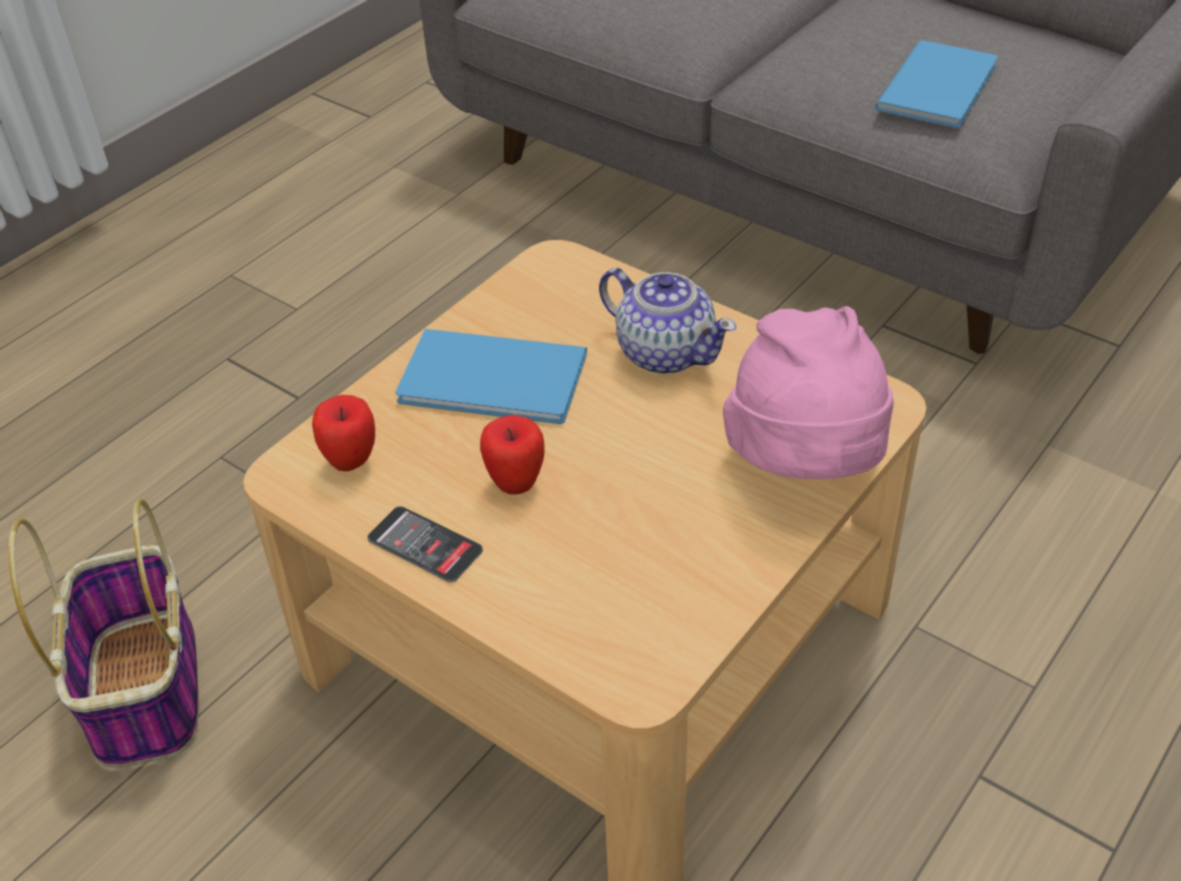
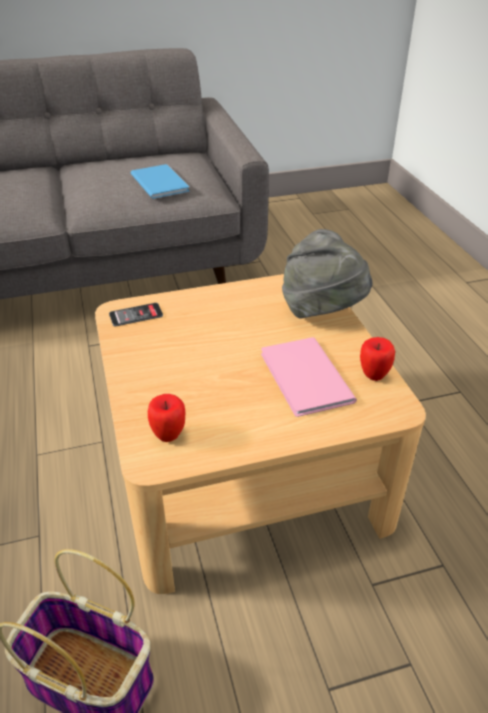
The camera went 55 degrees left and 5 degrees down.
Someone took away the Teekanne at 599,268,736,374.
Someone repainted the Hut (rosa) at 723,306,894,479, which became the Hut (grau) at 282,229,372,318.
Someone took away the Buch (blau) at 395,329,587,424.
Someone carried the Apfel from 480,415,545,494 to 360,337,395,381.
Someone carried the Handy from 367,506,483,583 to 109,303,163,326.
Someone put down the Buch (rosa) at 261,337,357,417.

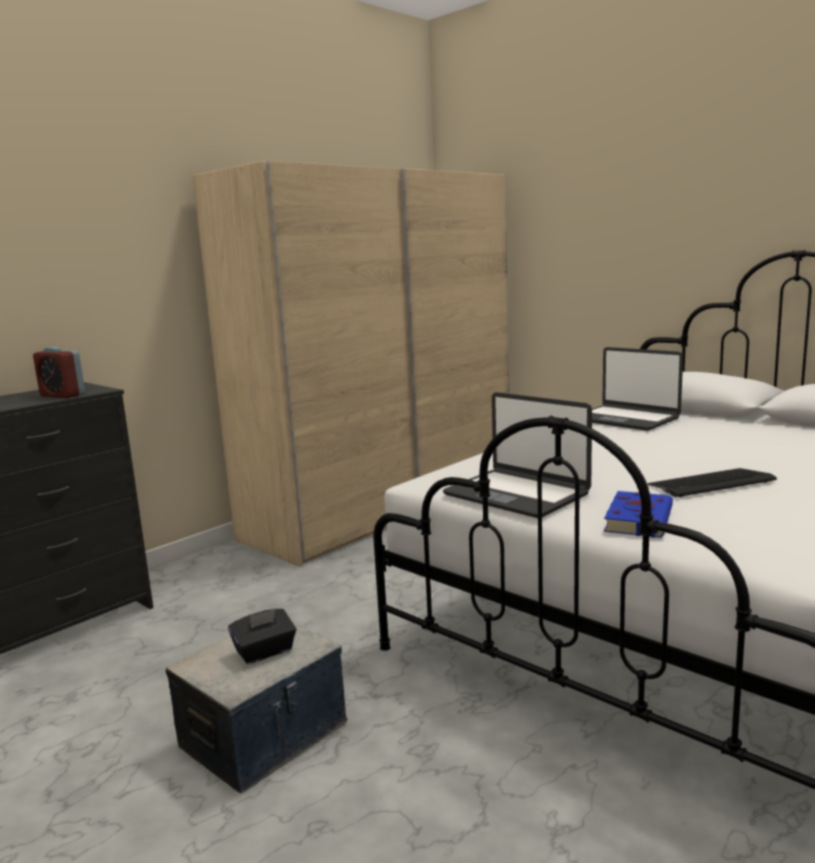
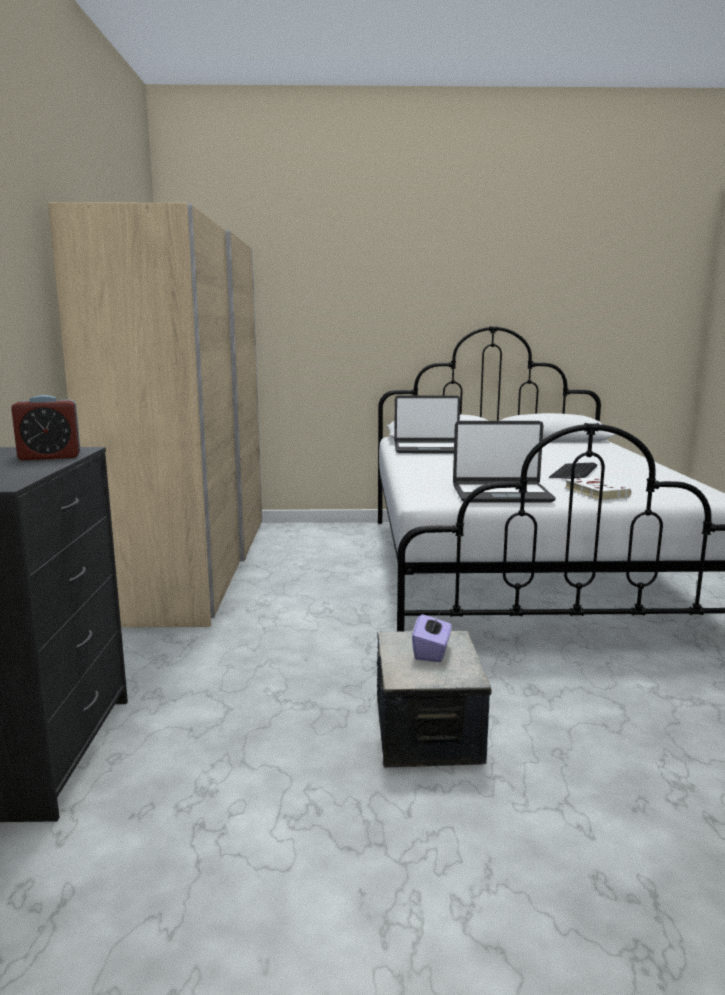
The camera went 45 degrees left and 0 degrees up.
Someone repainted the Buch (blau) at 604,491,673,538, which became the Buch (weiß) at 565,477,632,501.
Someone repainted the Taschentuchbox (schwarz) at 228,609,296,664, which became the Taschentuchbox (lila) at 412,611,452,662.

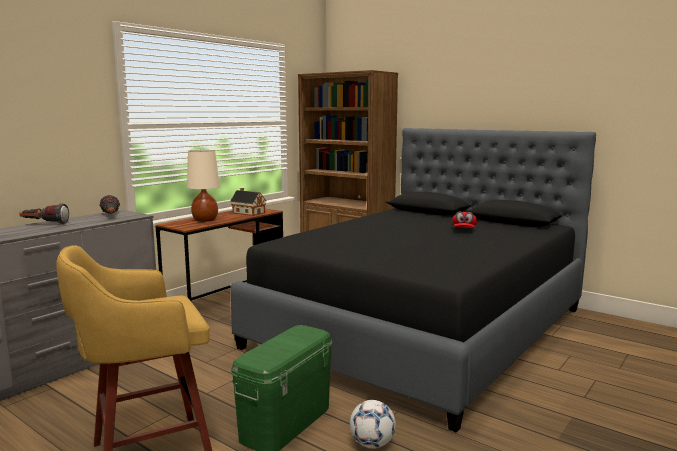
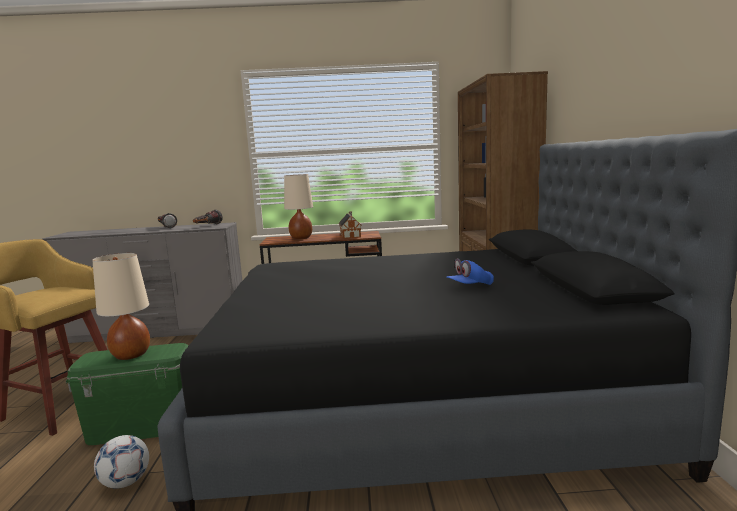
The camera went 50 degrees right and 0 degrees up.
Someone repainted the Kappe (rot) at 452,212,477,228, which became the Kappe (blau) at 446,258,494,285.
Someone put down the Tischlampe (beige) at 92,253,150,360.

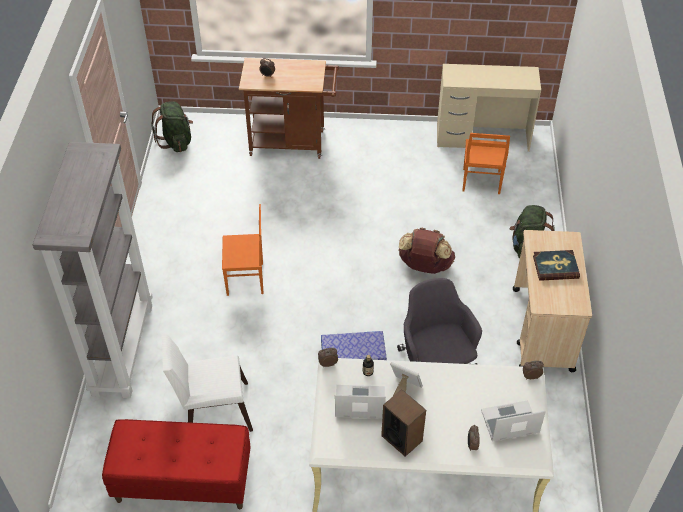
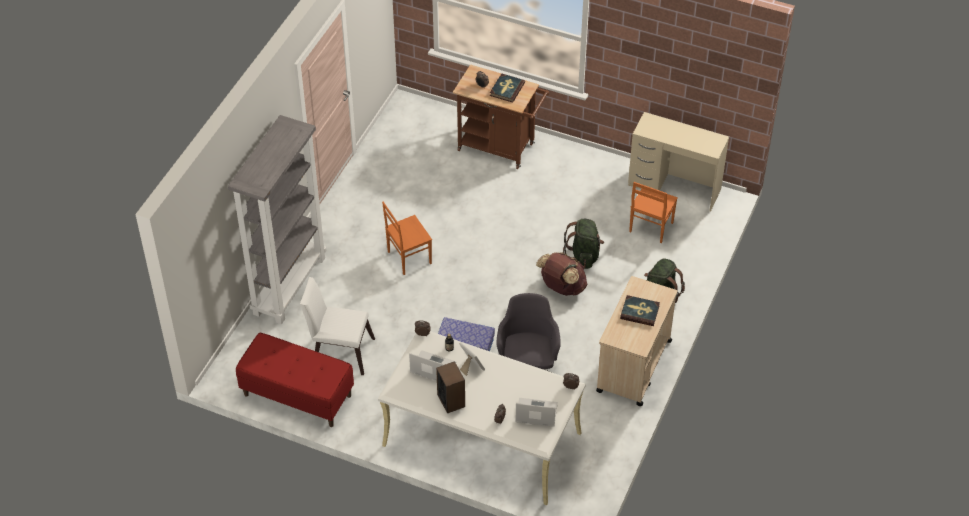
The camera went 20 degrees right and 0 degrees up.
Someone carried the Rucksack (grün) from 151,102,193,152 to 563,219,604,269.
Someone rotated the Stuhl (orange) at 222,204,264,296 by 135 degrees clockwise.
Someone put down the Buch at 490,73,525,103.

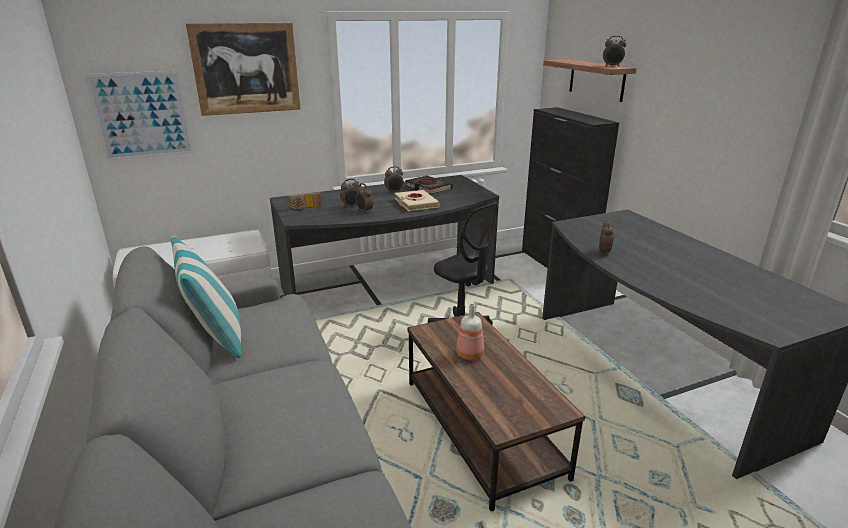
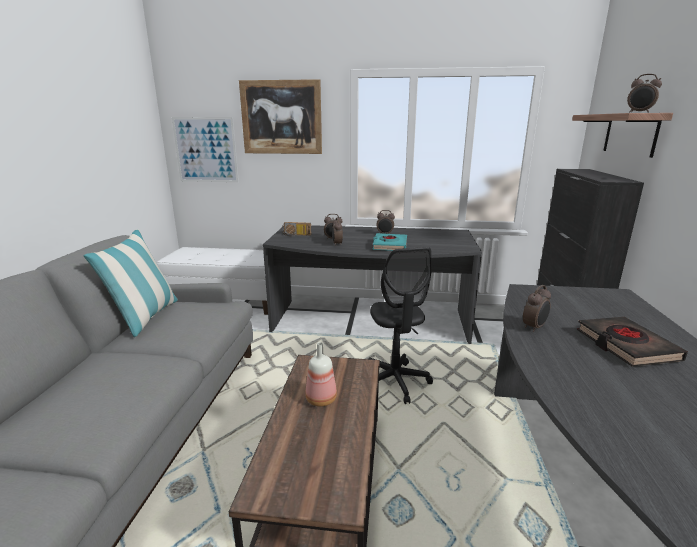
The camera went 30 degrees right and 5 degrees down.
Someone carried the Buch (schwarz) from 405,176,452,194 to 577,317,688,367.
Someone repainted the Buch (beige) at 395,190,440,211, which became the Buch (türkis) at 373,233,407,251.

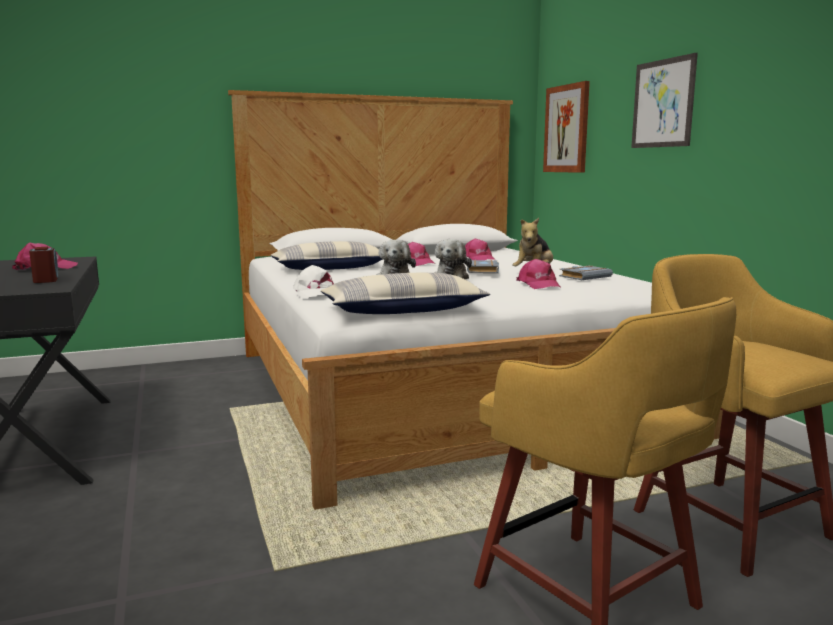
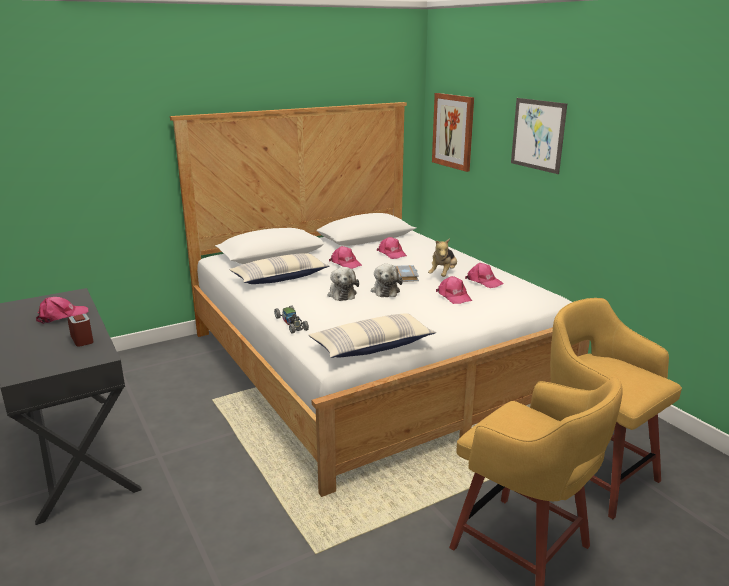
The camera went 10 degrees left and 10 degrees up.
Someone swapped the Kappe (weiß) at 293,265,334,298 for the Spielzeugauto at 274,306,309,334.
Someone swapped the Buch (grau) at 559,265,613,280 for the Kappe (rosa) at 465,263,504,288.

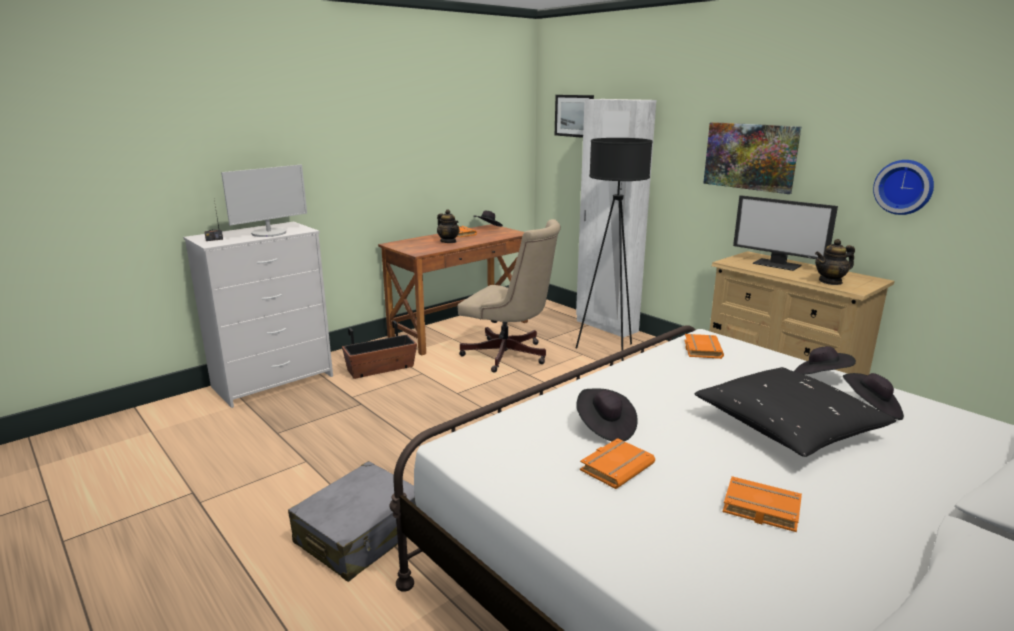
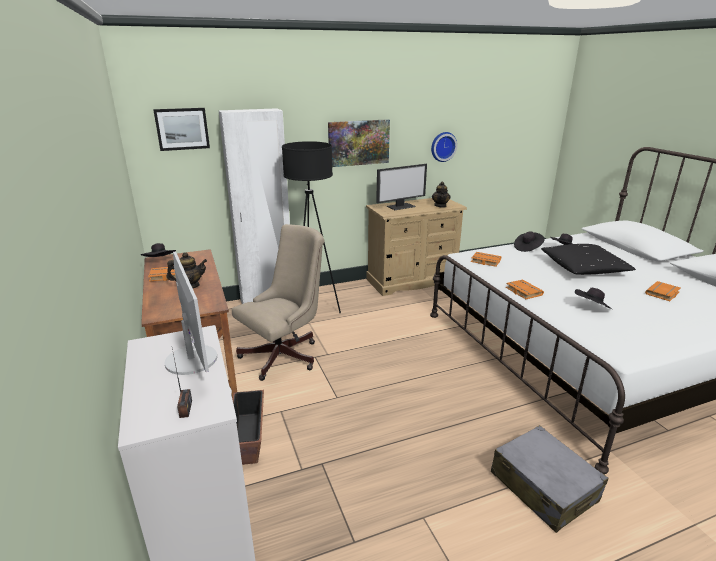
The camera went 70 degrees left and 5 degrees up.
Someone carried the Buch (orange) from 580,438,655,489 to 506,279,544,299.

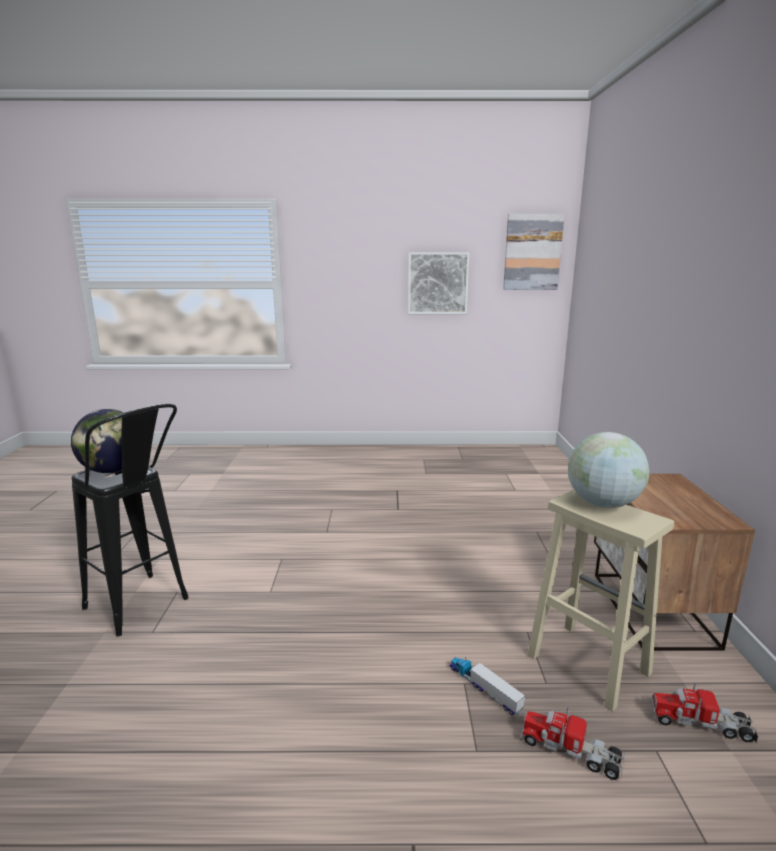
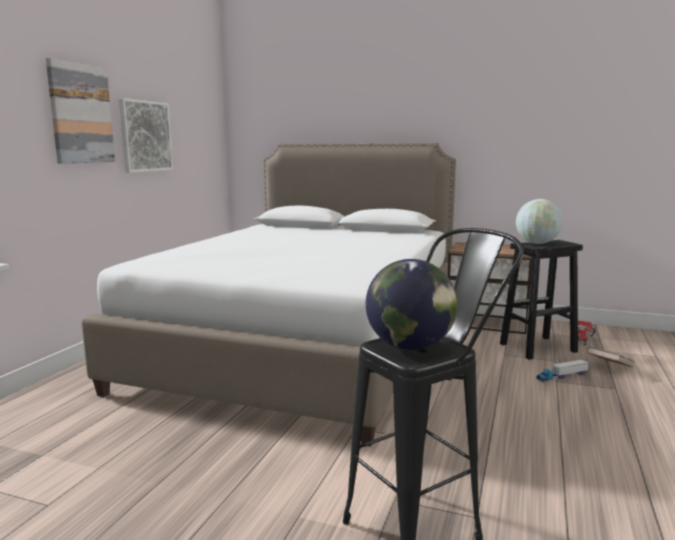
The camera went 70 degrees left and 5 degrees down.
Someone carried the Bild from 503,214,565,290 to 46,57,115,164.
Someone repainted the Hocker (beige) at 527,490,674,712, which became the Hocker (schwarz) at 500,240,583,360.
Someone swapped the Spielzeuglaster at 521,707,625,780 for the Buch (braun) at 587,347,635,367.
Someone put down the Bett (weiß) at 81,143,456,447.

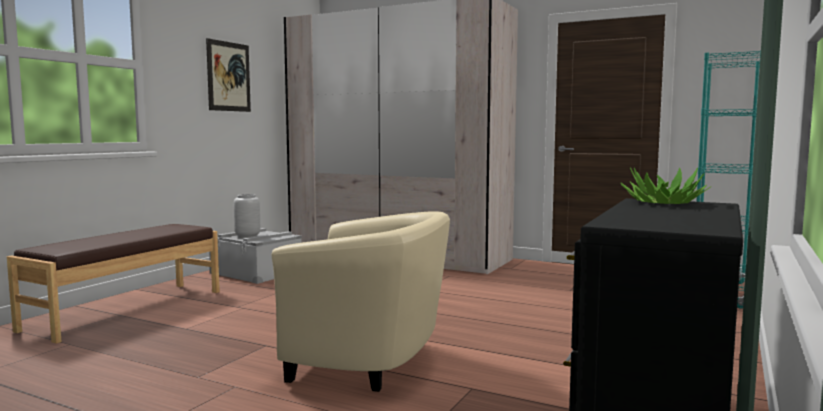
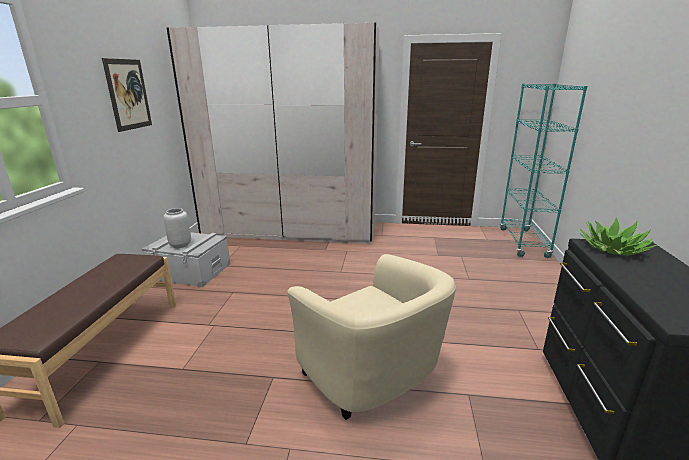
The camera went 20 degrees left and 15 degrees up.
Someone rotated the Sessel (beige) at 272,211,450,392 by 60 degrees clockwise.

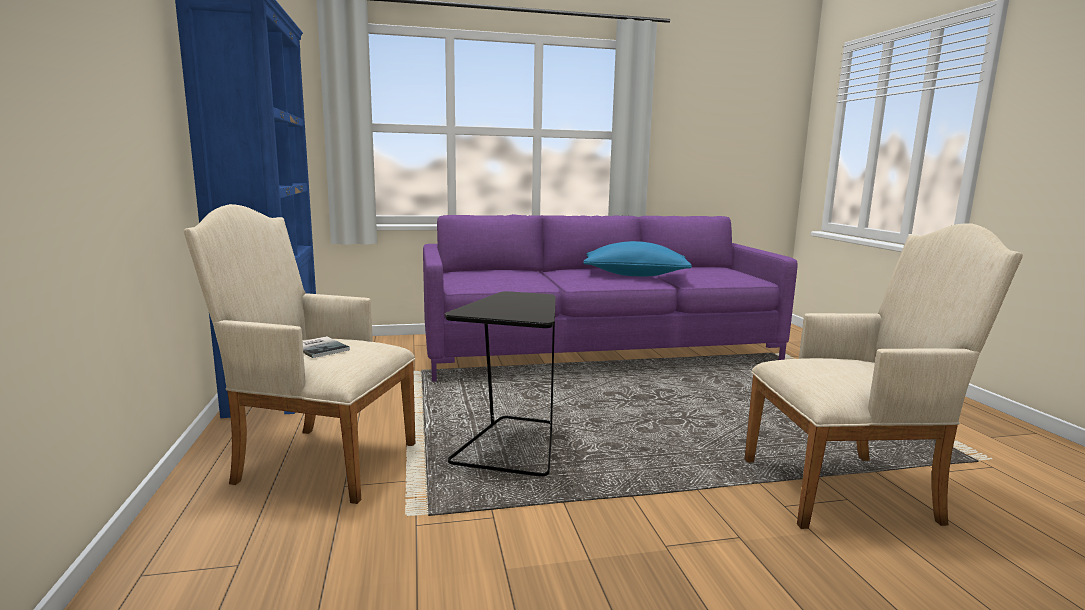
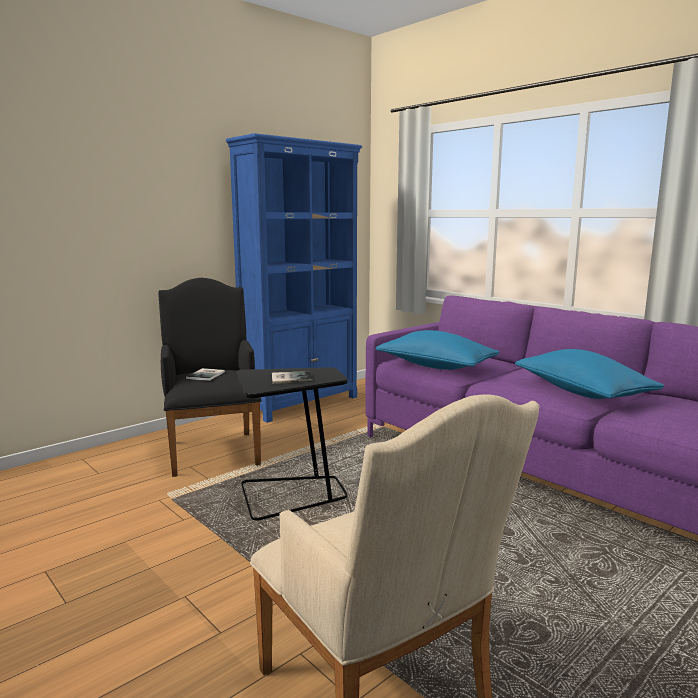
The camera went 60 degrees right and 0 degrees up.
Someone repainted the Sessel (beige) at 184,204,415,504, which became the Sessel (schwarz) at 158,278,262,477.
Someone put down the Kissen (blau) at 376,330,499,370.
Someone put down the Buch at 272,371,313,384.

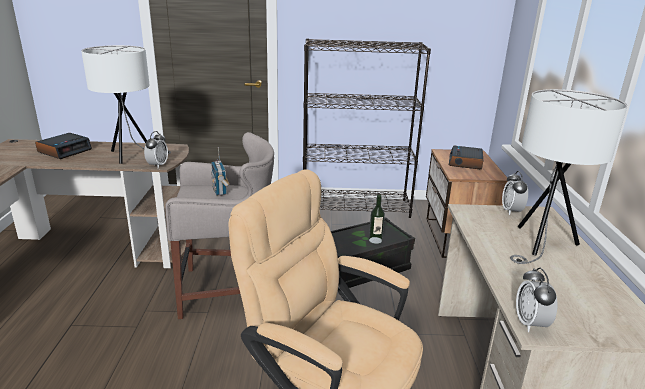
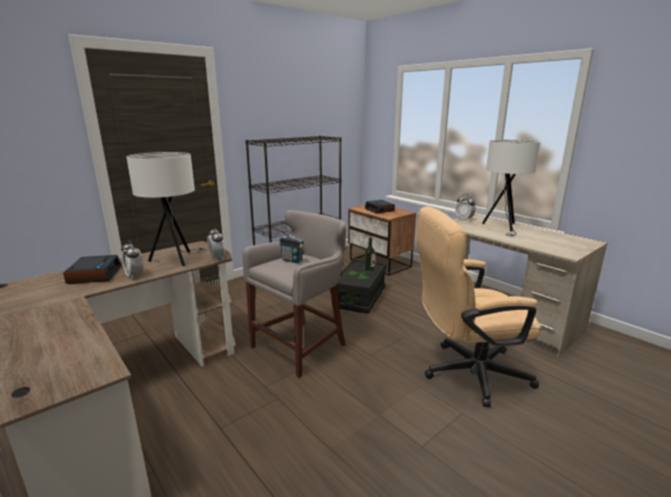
The camera went 40 degrees left and 5 degrees down.
Someone carried the Wecker from 516,268,557,332 to 121,240,143,279.

